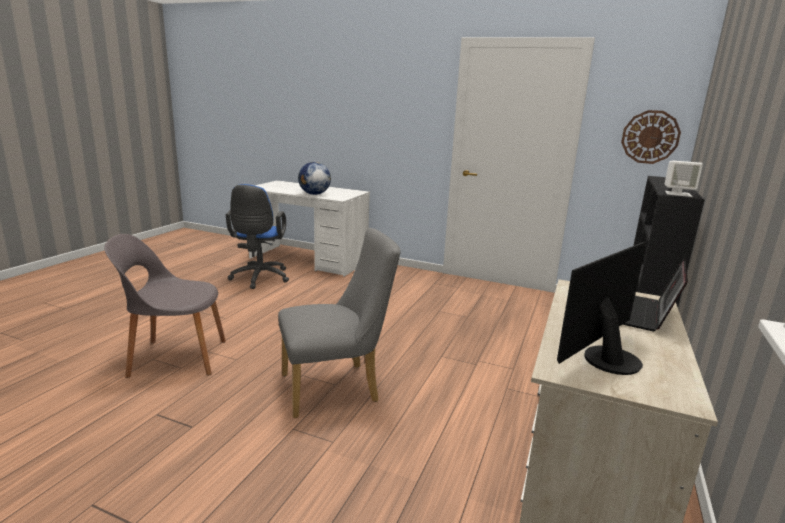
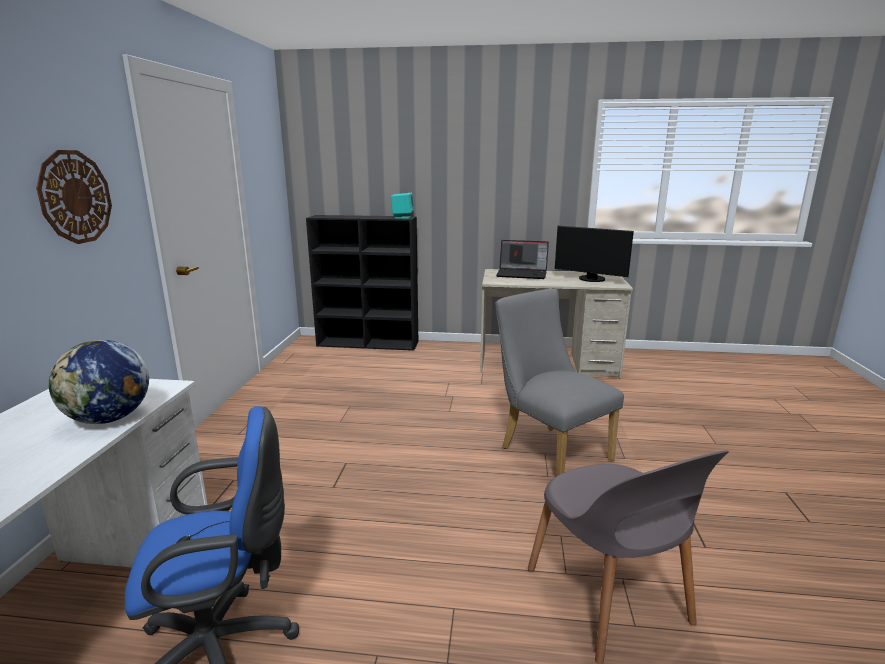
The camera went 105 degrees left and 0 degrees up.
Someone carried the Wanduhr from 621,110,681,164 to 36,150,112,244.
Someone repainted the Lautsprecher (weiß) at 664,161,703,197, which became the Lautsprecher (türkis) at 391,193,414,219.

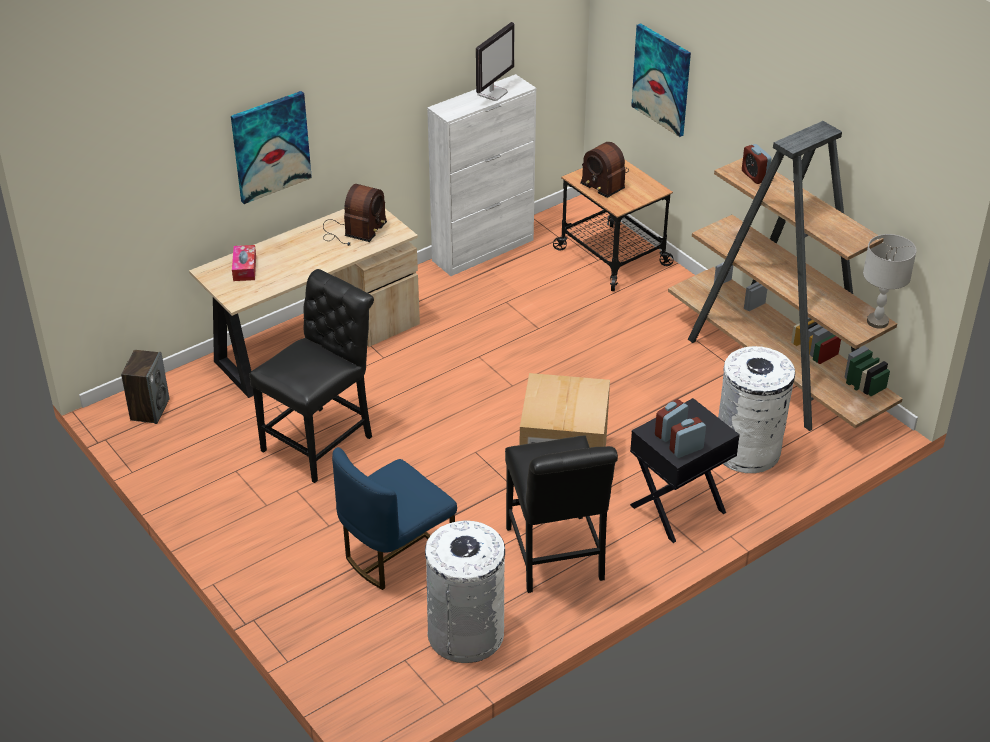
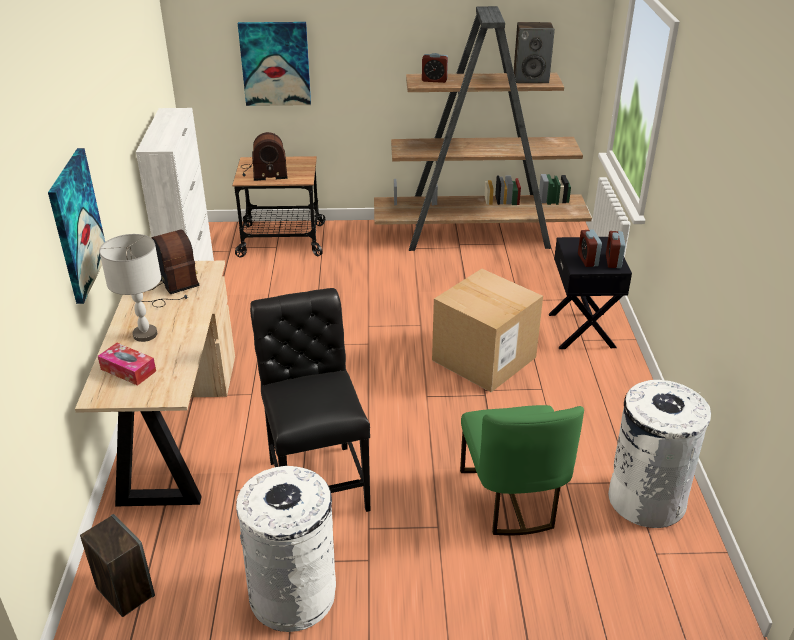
The camera went 55 degrees left and 5 degrees down.
Someone took away the Monitor at 476,22,515,101.
Someone carried the Tischlampe (grau) from 863,234,916,329 to 99,234,161,342.
Someone carried the Mülleimer (weiß) from 718,346,795,473 to 236,466,336,632.
Someone took away the Stuhl (schwarz) at 505,435,618,593.
Someone repainted the Stuhl (blau) at 332,447,457,590, which became the Stuhl (grün) at 460,405,584,536.
Someone put down the Lautsprecher at 514,22,555,83.

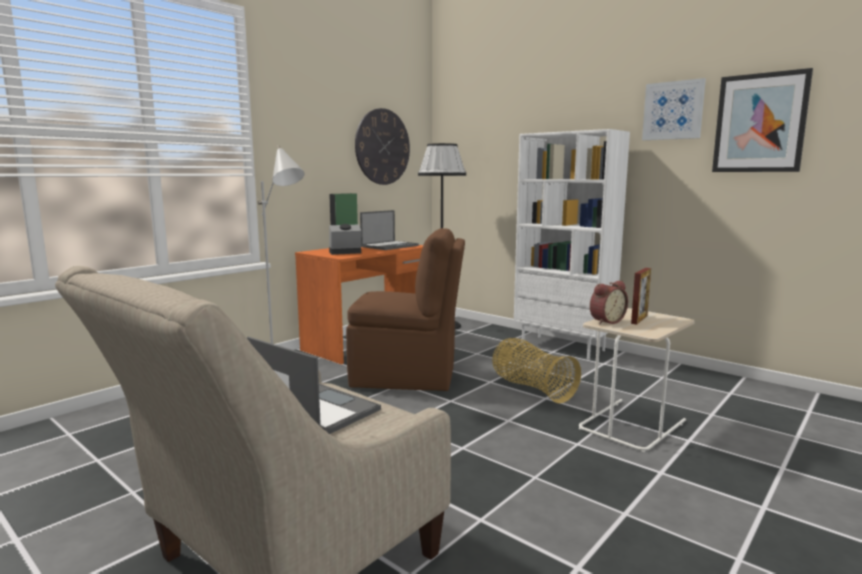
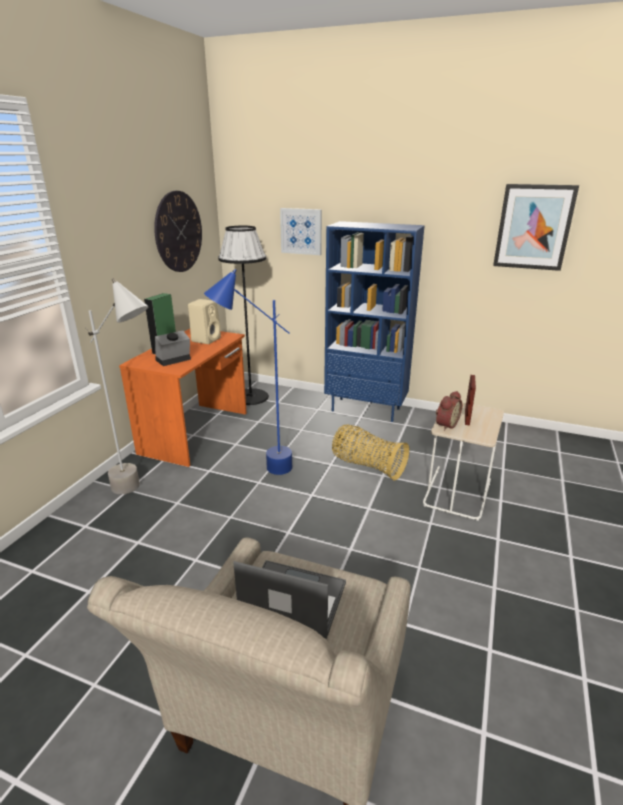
The camera went 20 degrees left and 15 degrees up.
Someone carried the Bild from 642,78,706,140 to 280,208,322,255.
Someone repainted the Bücherregal (weiß) at 514,129,630,360, which became the Bücherregal (blau) at 324,221,425,422.
Someone swapped the Laptop at 360,210,419,250 for the Lautsprecher (beige) at 188,299,221,344.
Someone swapped the Stuhl (braun) at 346,228,465,391 for the Stehlampe (blau) at 204,269,292,475.

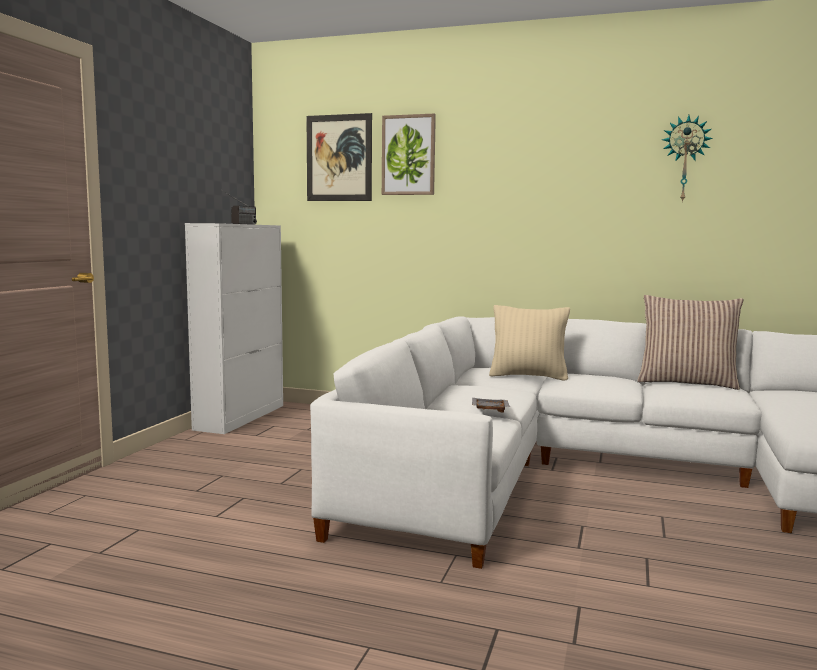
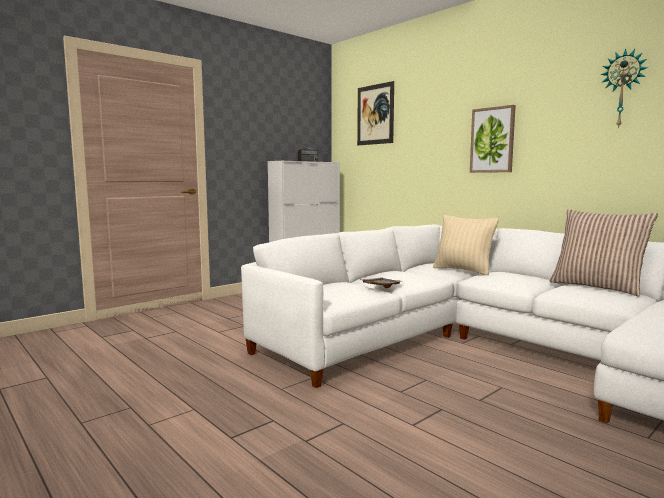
The camera went 30 degrees right and 0 degrees up.
Someone carried the Bild from 382,114,436,195 to 470,105,516,173.

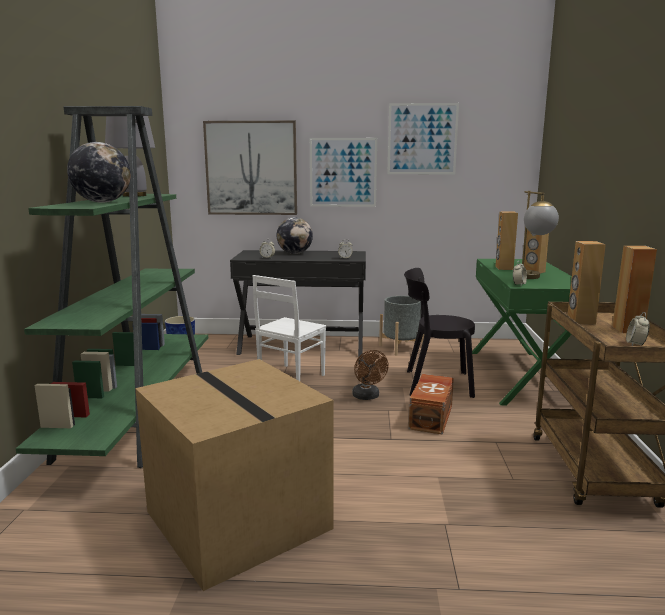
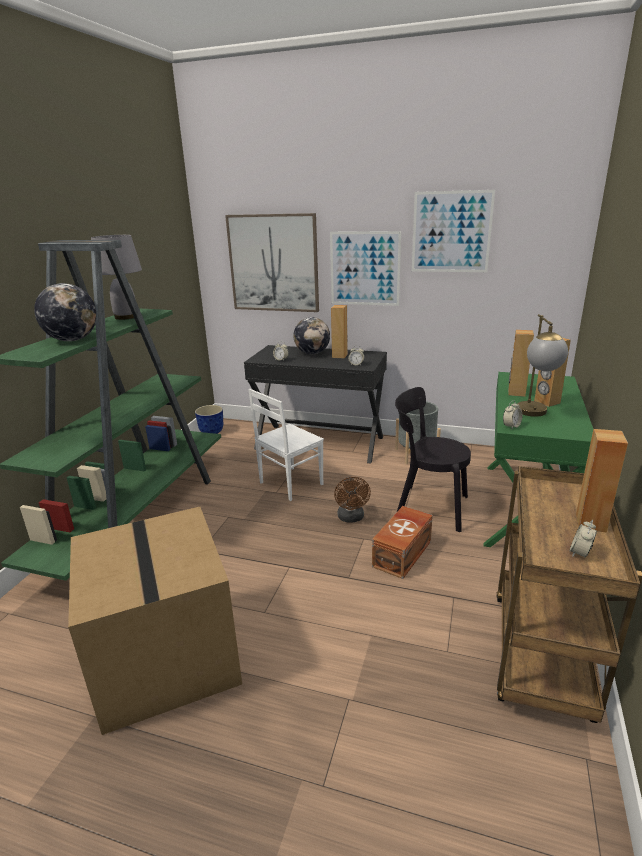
The camera went 15 degrees right and 10 degrees up.
Someone carried the Lautsprecher (braun) from 568,241,606,324 to 331,305,348,358.

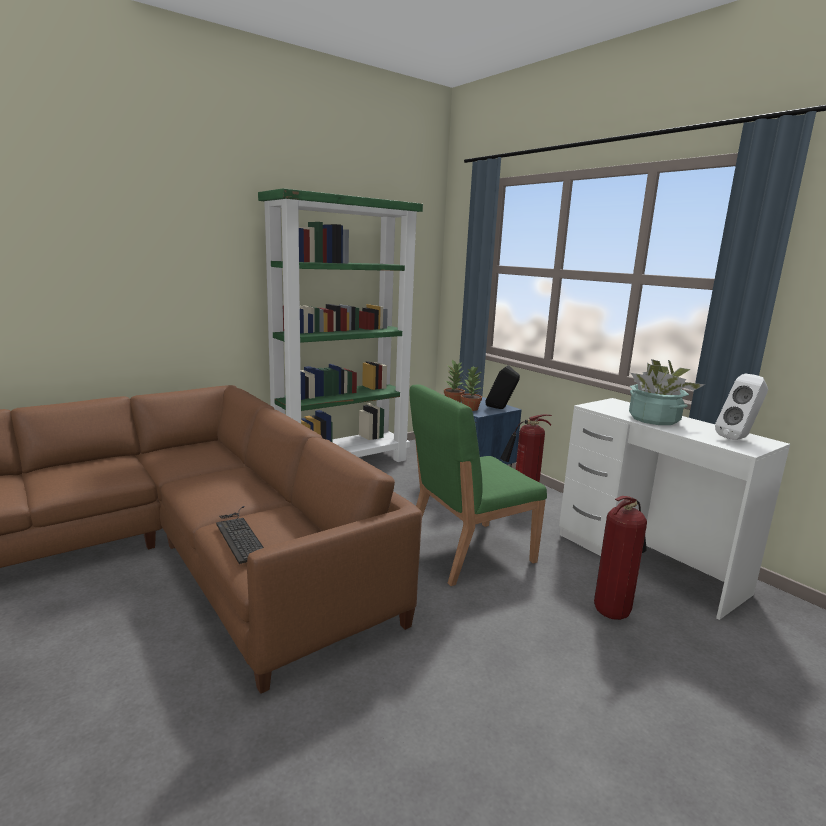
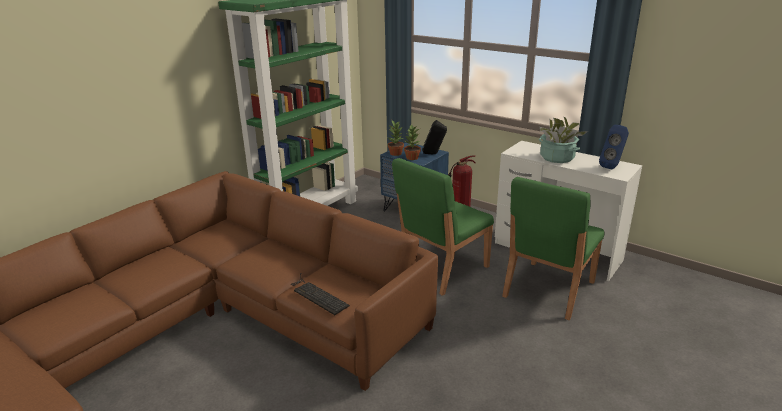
The camera went 15 degrees left and 10 degrees up.
Someone repainted the Lautsprecher (weiß) at 715,374,768,440, which became the Lautsprecher (blau) at 599,125,629,170.
Someone swapped the Feuerlöscher at 594,496,647,620 for the Stuhl (grün) at 502,177,605,320.

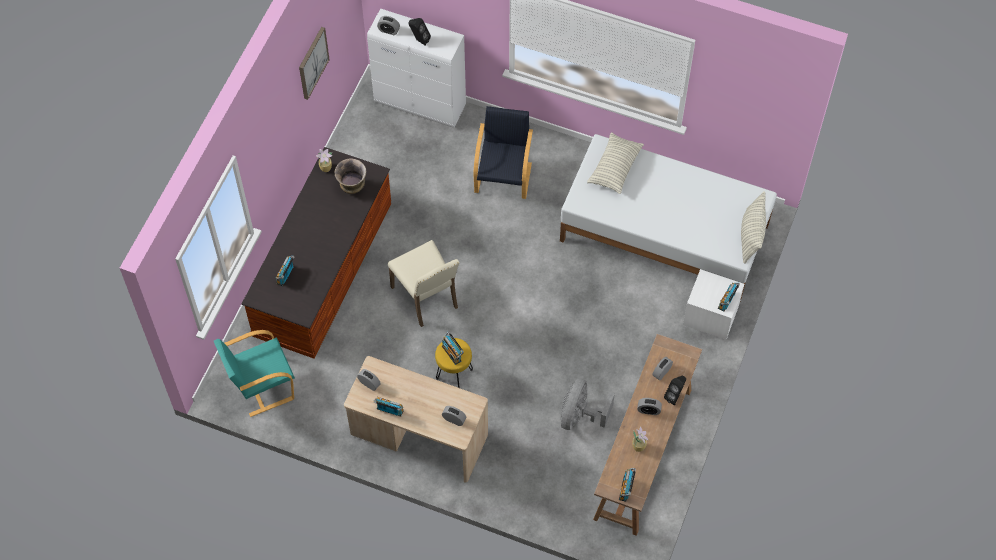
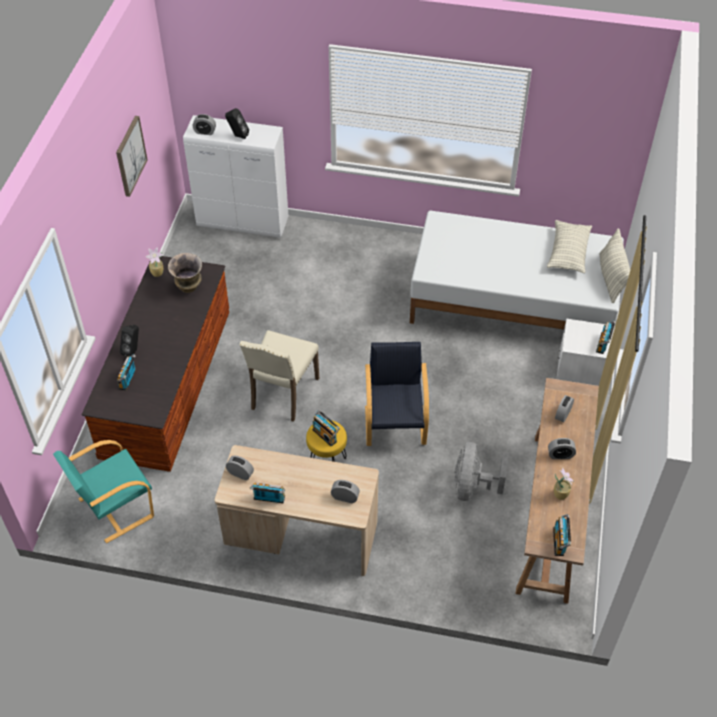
The camera went 10 degrees left and 10 degrees down.
Someone carried the Sessel (schwarz) from 474,106,533,199 to 365,342,429,446.
Someone carried the Kissen from 587,133,644,194 to 547,220,592,273.
Someone rotated the Stuhl (beige) at 388,240,459,327 by 60 degrees clockwise.
Someone carried the Lautsprecher (schwarz) from 664,375,686,405 to 120,325,139,357.

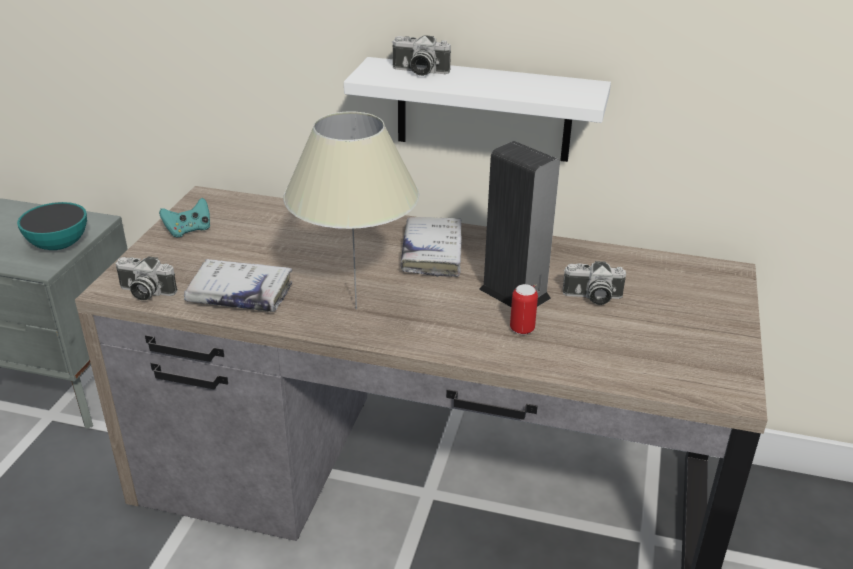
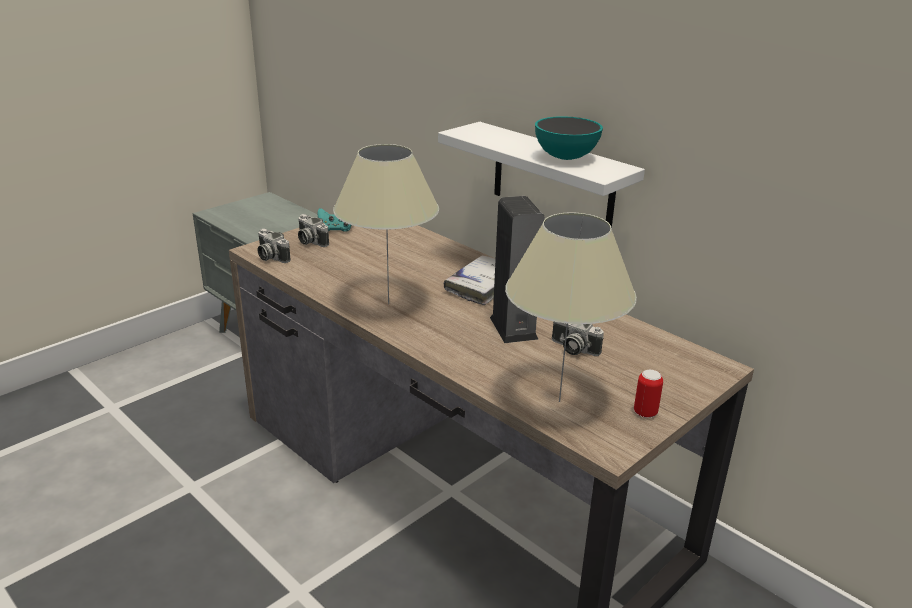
The camera went 30 degrees right and 5 degrees down.
Someone carried the Kamera from 392,35,451,76 to 298,214,329,247.
Someone carried the Schüssel from 17,202,87,250 to 535,116,603,160.
Someone took away the Buch (weiß) at 184,259,292,312.
Someone carried the Dose from 510,284,538,335 to 634,370,663,418.
Someone put down the Tischlampe (beige) at 505,212,637,402.

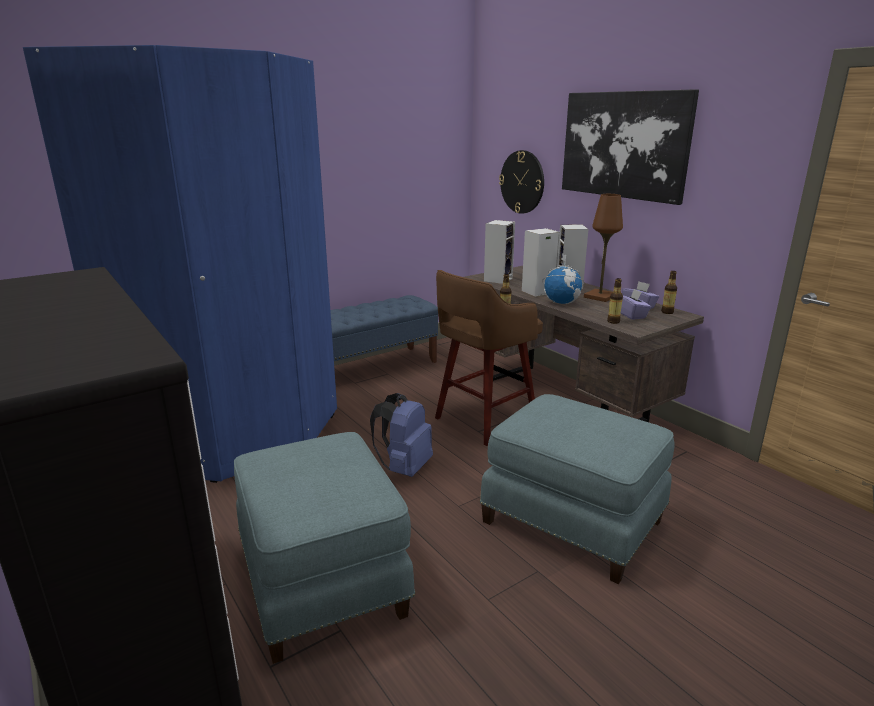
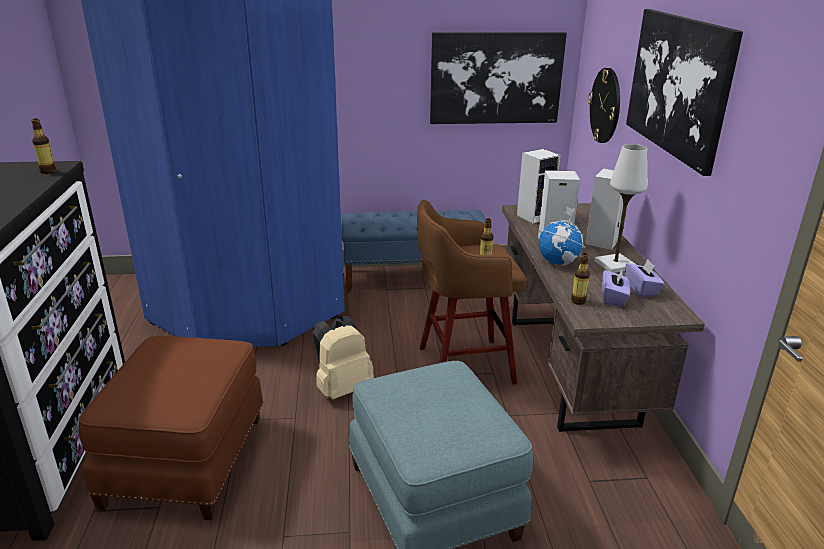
The camera went 30 degrees right and 5 degrees up.
Someone repainted the Tischlampe (braun) at 584,194,623,302, which became the Tischlampe (weiß) at 595,144,648,273.
Someone carried the Flasche from 661,271,677,314 to 31,119,56,174.
Someone repainted the Rucksack (blau) at 370,393,433,477, which became the Rucksack (beige) at 312,316,374,399.
Someone repainted the Polsterhocker (blau) at 234,432,415,664, which became the Polsterhocker (braun) at 79,336,264,520.
Someone put up the Bild at 430,32,567,124.

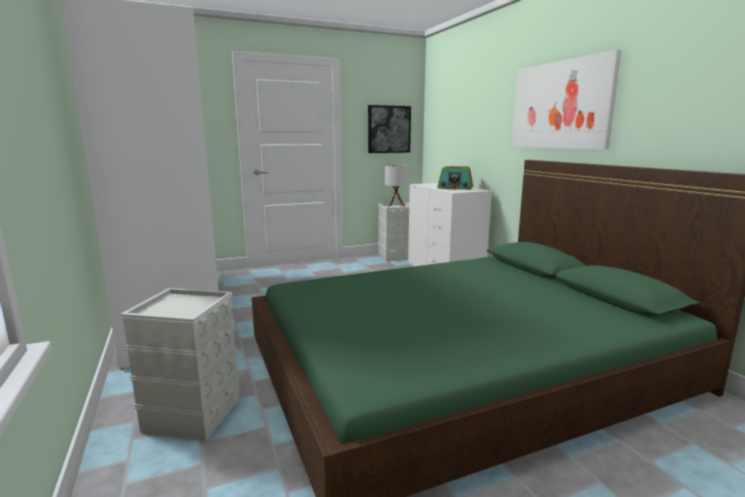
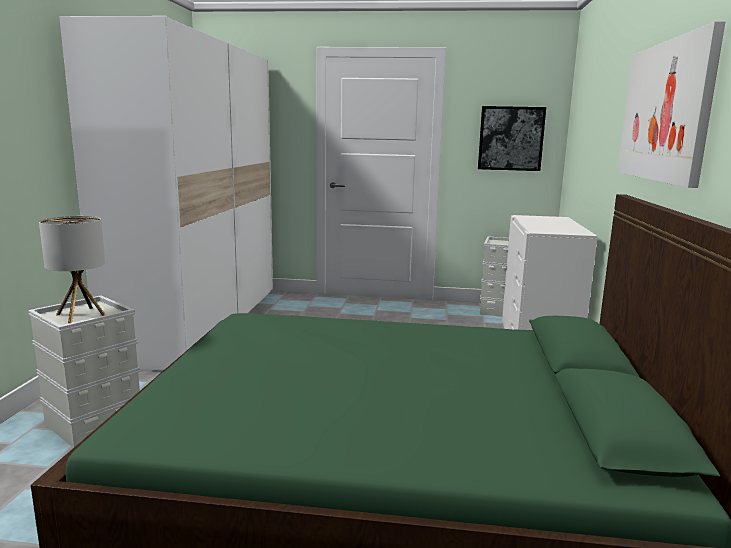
The camera went 30 degrees right and 0 degrees up.
Someone carried the Tischlampe from 385,165,408,208 to 39,216,105,323.
Someone took away the Radio at 437,166,473,190.

